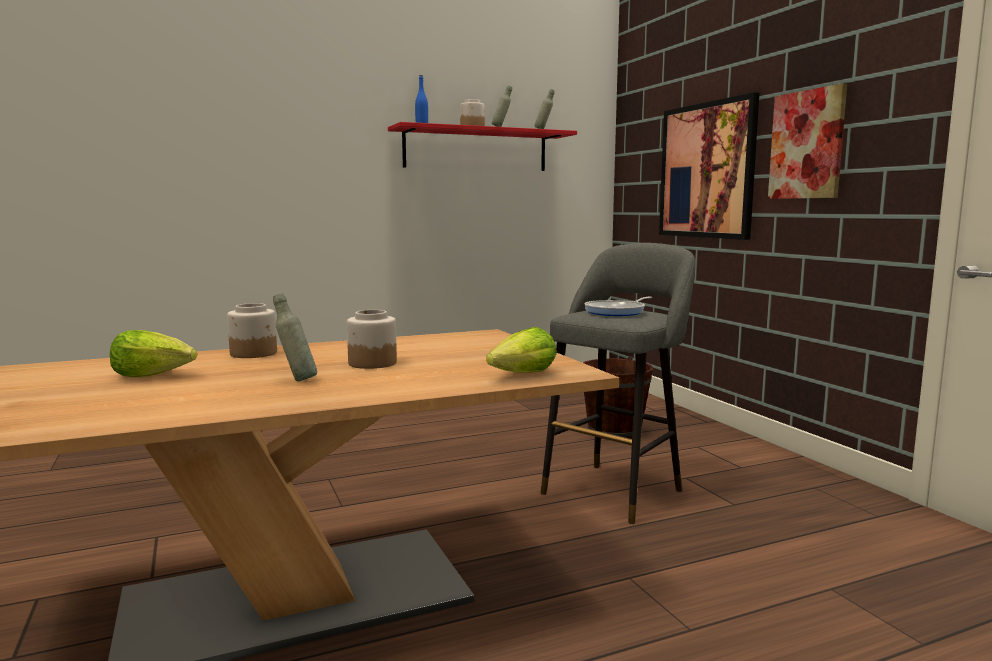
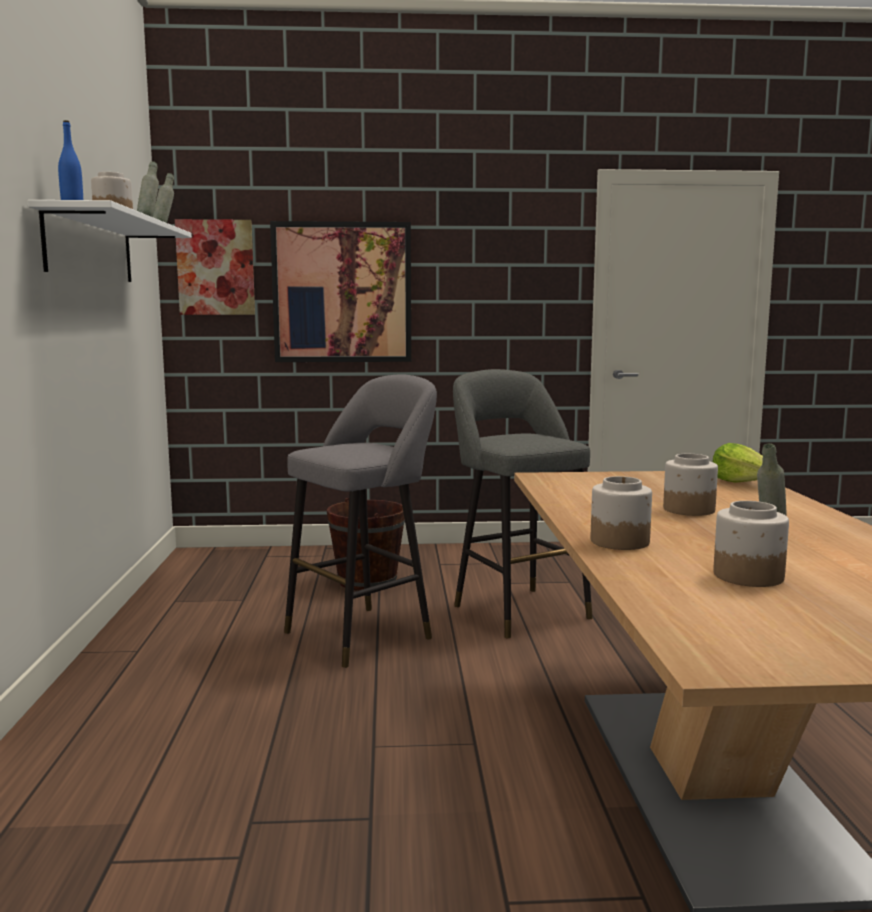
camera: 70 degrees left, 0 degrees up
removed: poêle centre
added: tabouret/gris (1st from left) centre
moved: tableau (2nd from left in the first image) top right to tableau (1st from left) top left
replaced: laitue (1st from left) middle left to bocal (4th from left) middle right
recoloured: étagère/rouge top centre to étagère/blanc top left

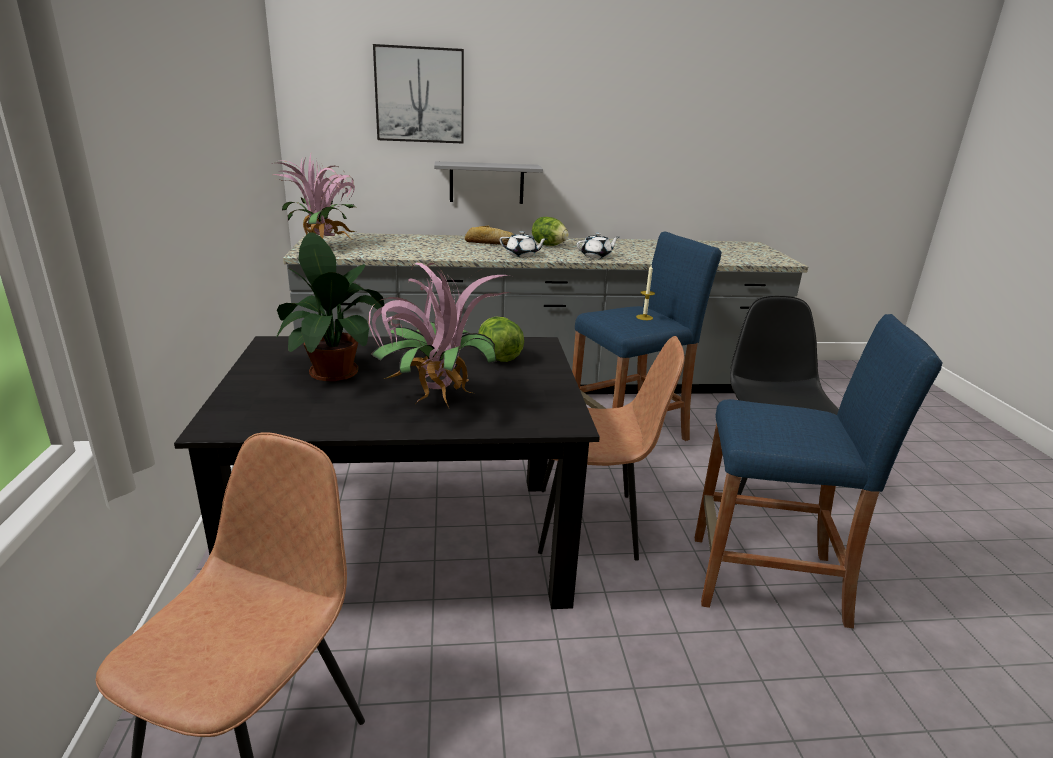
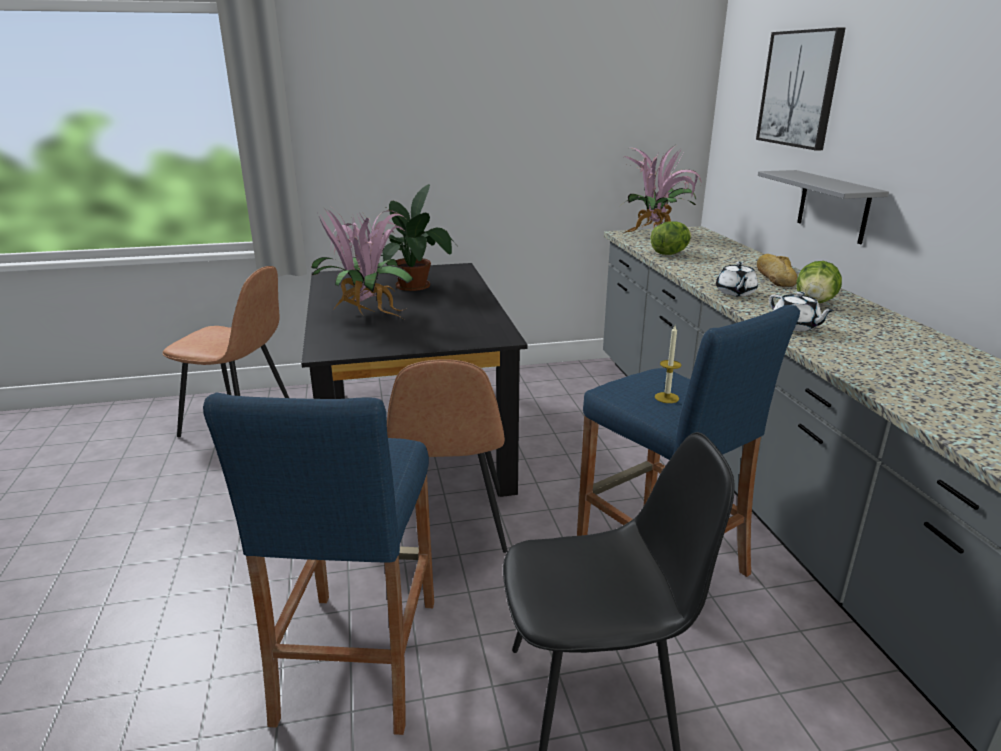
camera: 85 degrees right, 0 degrees up
moved: laitue (1st from left) centre to top right

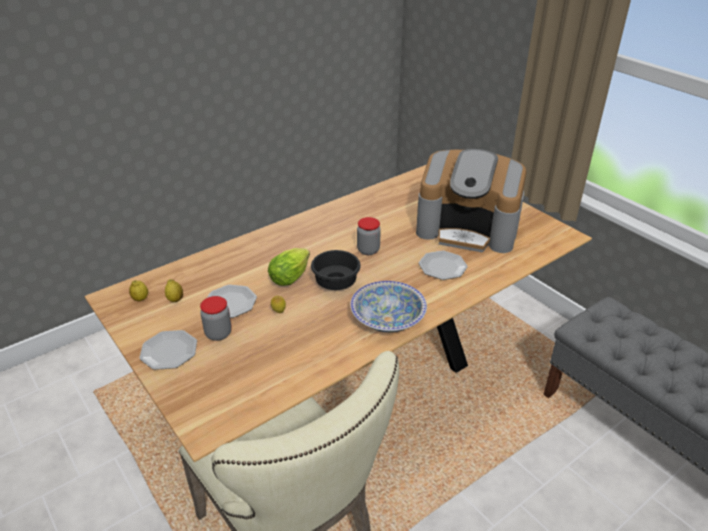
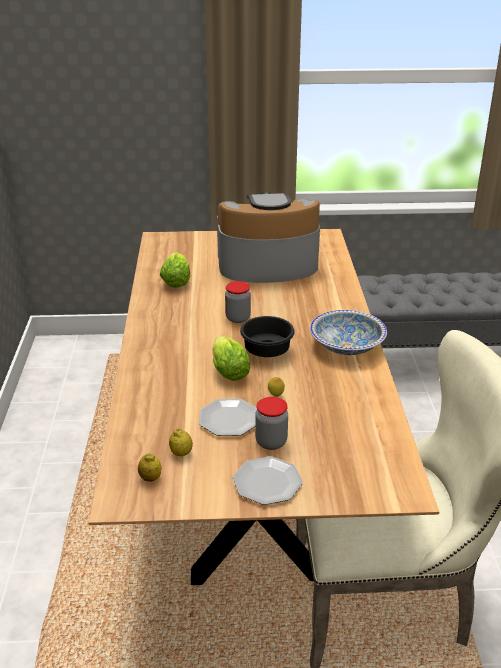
camera: 55 degrees left, 5 degrees down
removed: assiette (3rd from left) centre
added: laitue (1st from left) centre
turned: machine à café centre = centre 150 degrees counterclockwise

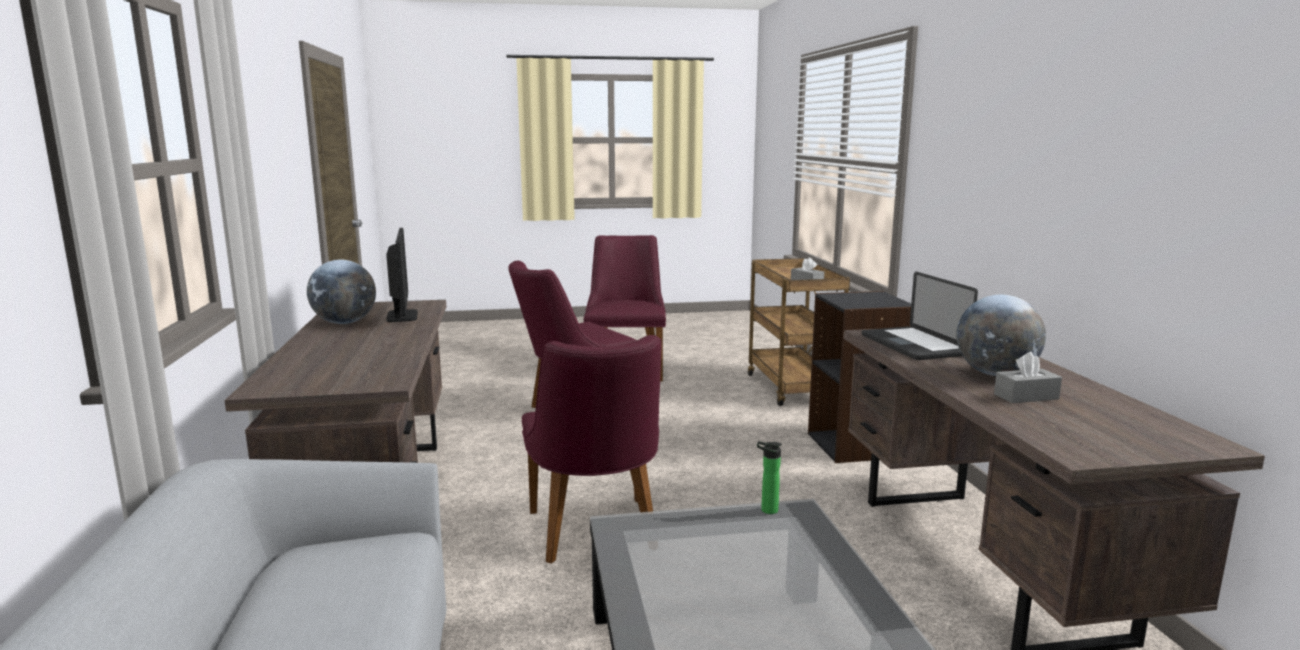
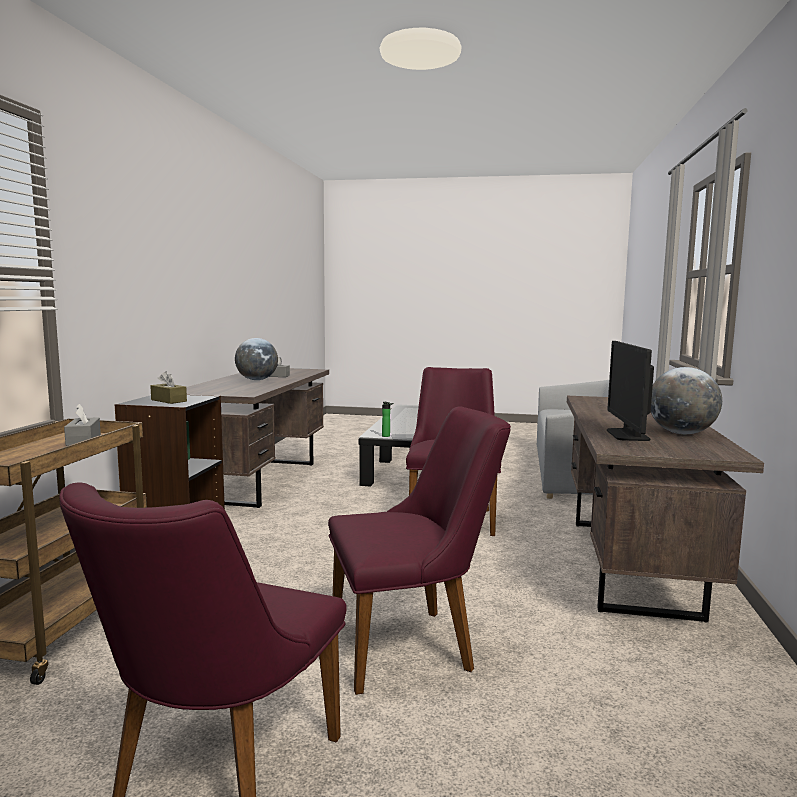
camera: 160 degrees left, 5 degrees down
removed: ordinateur portable middle right
added: boîte à mouchoirs/marron middle left

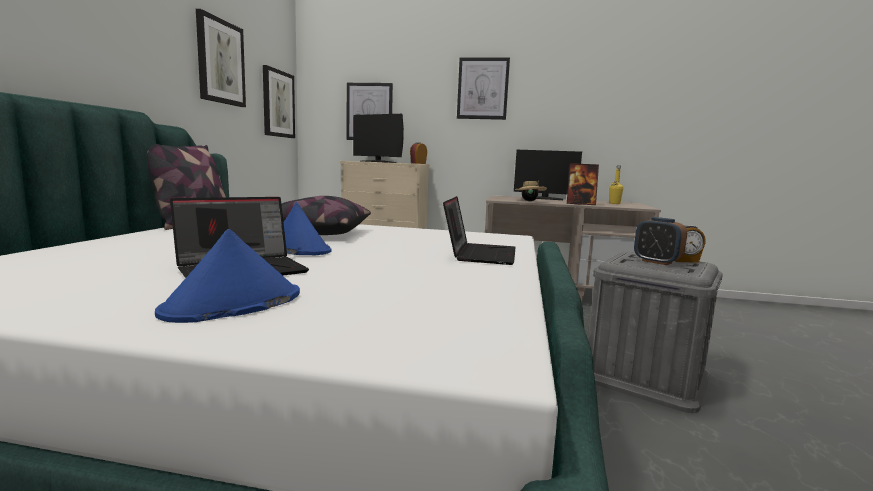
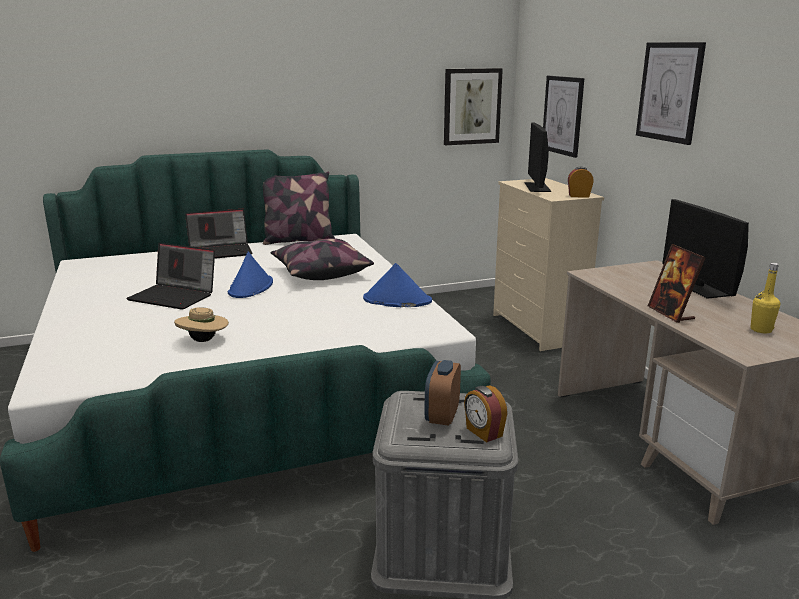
camera: 60 degrees right, 10 degrees up
removed: tableau (1st from left) top left
moved: chapeau/bleu (1st from left in the first image) middle left to chapeau/bleu (2nd from left) centre; ordinateur portable (2nd from left) centre to middle left; chapeau/beige centre to middle left

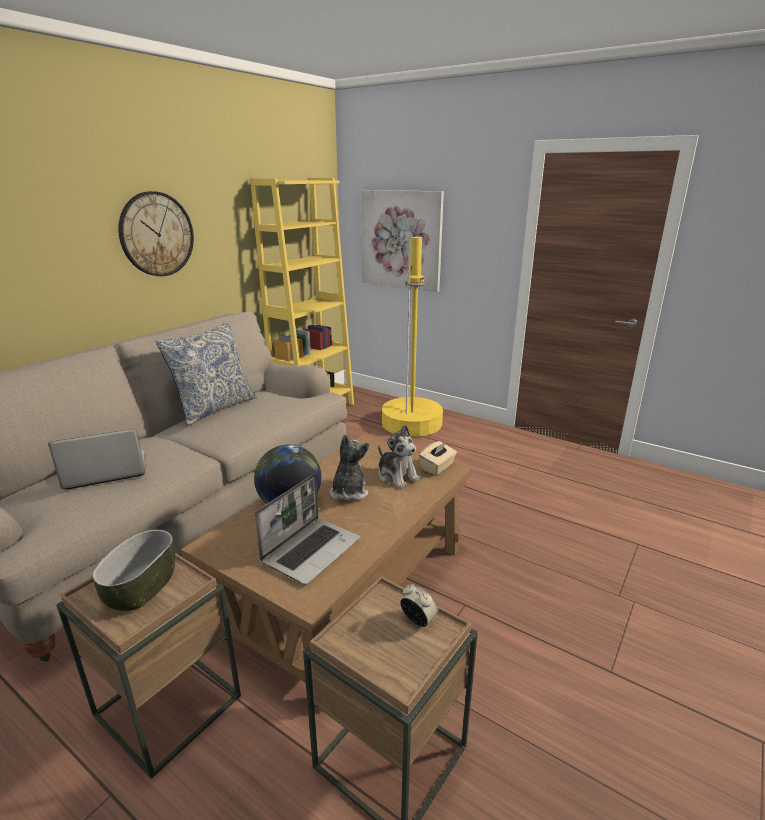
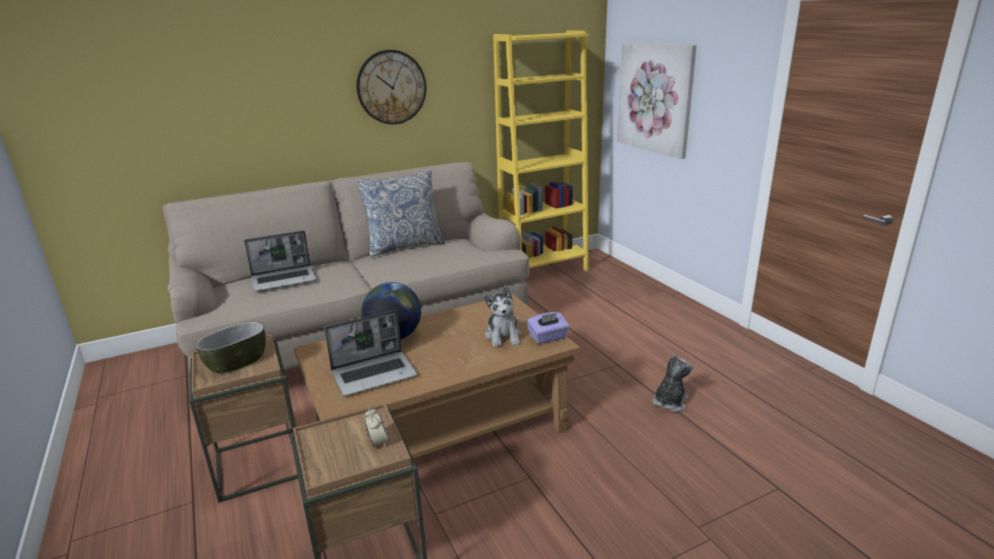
camera: 30 degrees right, 0 degrees up
removed: lampadaire/jaune centre
moved: peluche (1st from left in the first image) centre to peluche (2nd from left) bottom right
recoloured: boîte à mouchoirs/beige centre to boîte à mouchoirs/violet centre
turned: ordinateur portable (1st from left) middle left = middle left 150 degrees clockwise

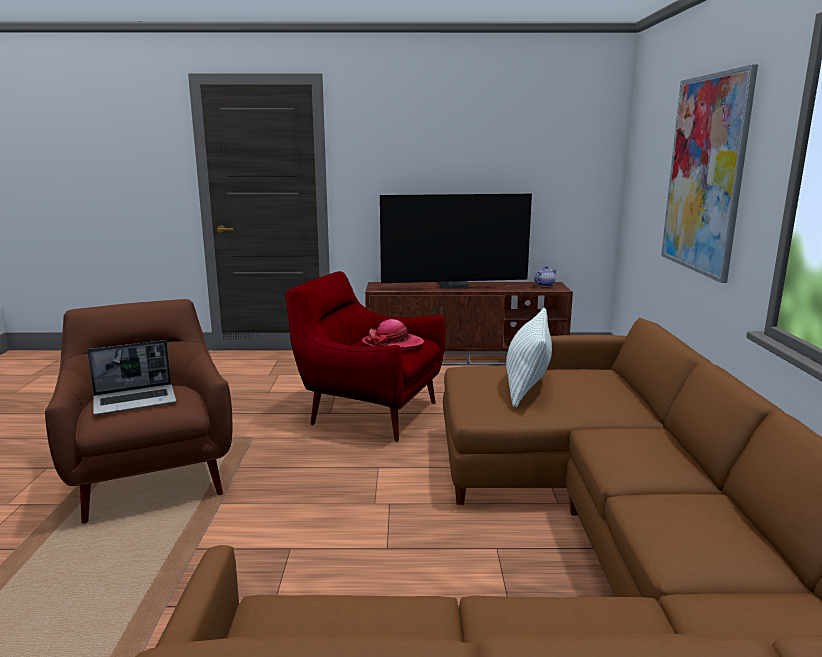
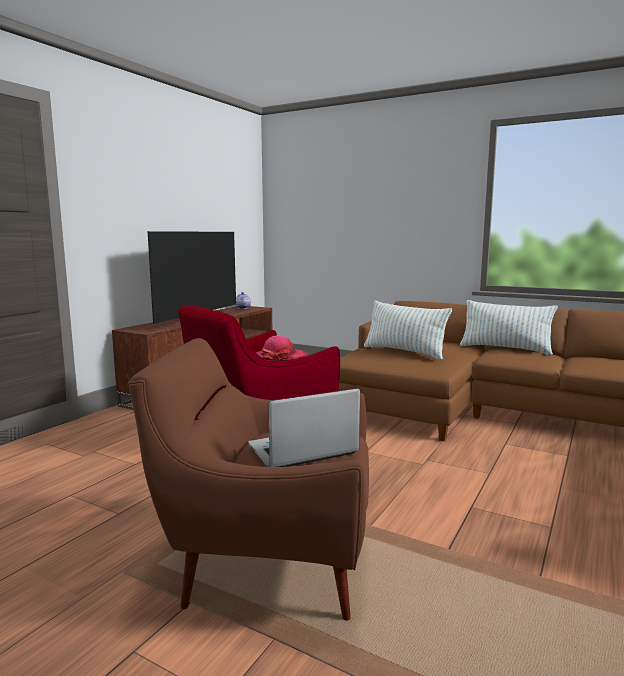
camera: 60 degrees left, 5 degrees down
removed: tableau top right
added: coussin (2nd from left) middle right
turned: ordinateur portable middle left = centre 120 degrees counterclockwise

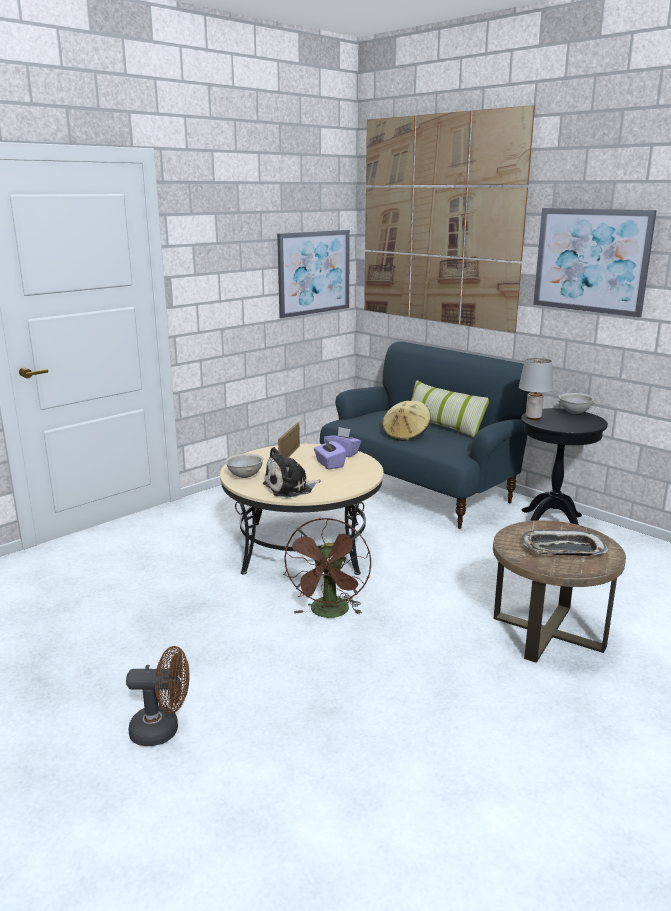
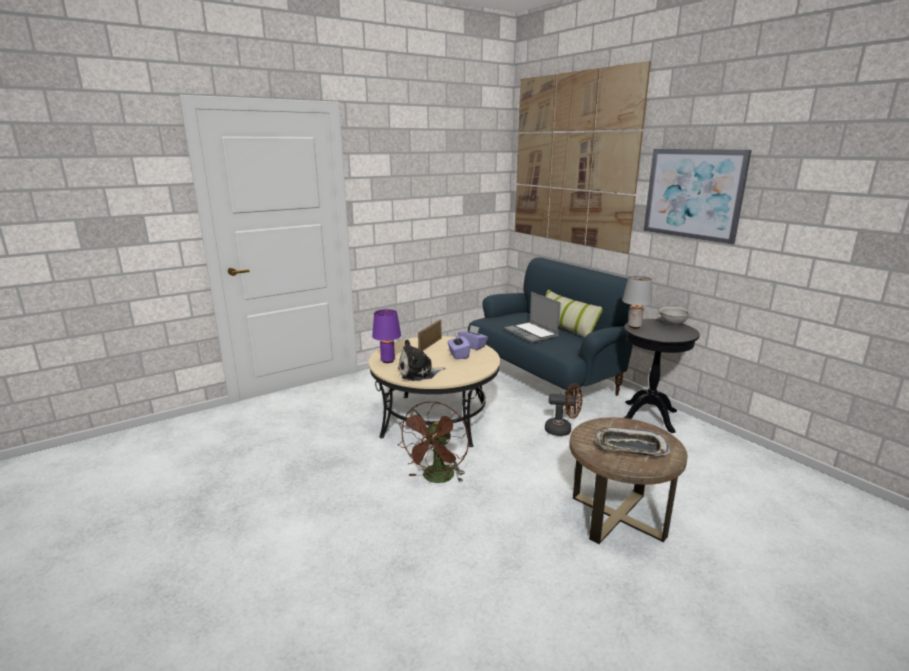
camera: 10 degrees right, 0 degrees up
removed: tableau (1st from left) top centre
moved: ventilateur/marron (1st from left in the first image) bottom left to ventilateur/marron (2nd from left) centre
replaced: bol/gris (1st from left) centre to lampe de table/violet centre; chapeau/beige centre to ordinateur portable centre

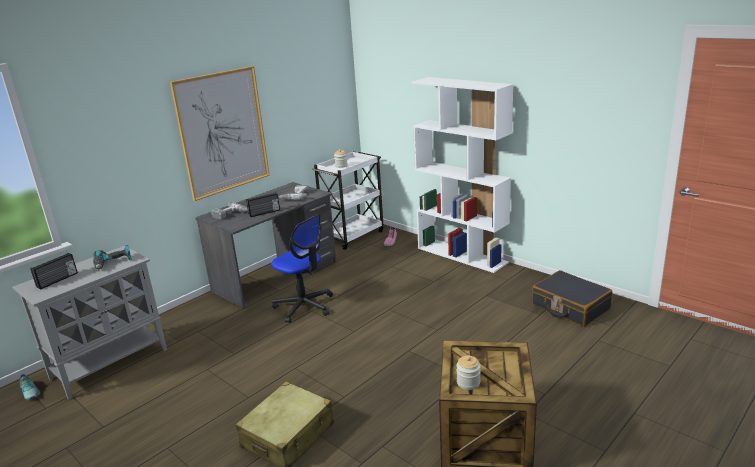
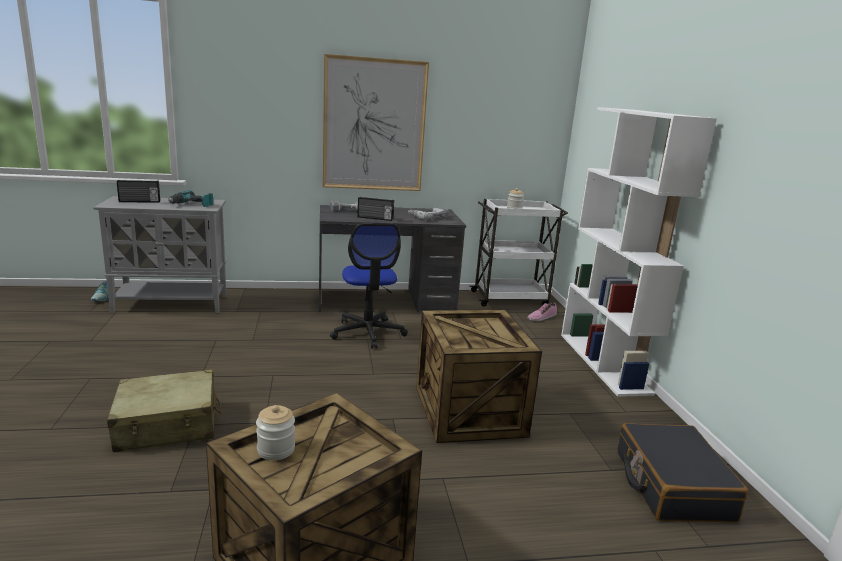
camera: 35 degrees right, 5 degrees down
added: caisse (2nd from left) bottom centre

